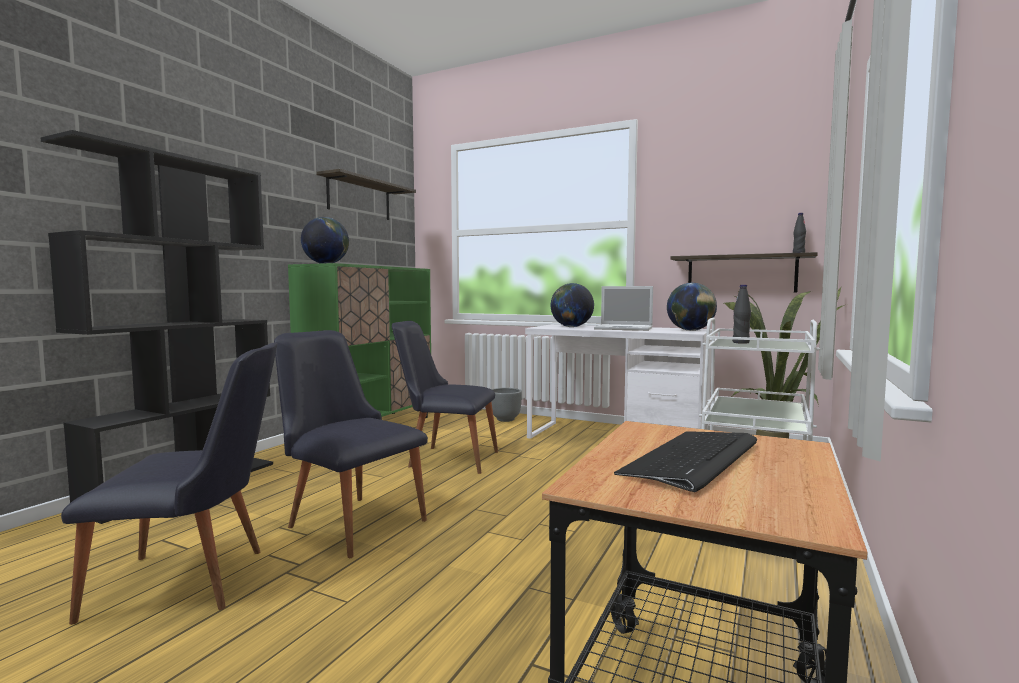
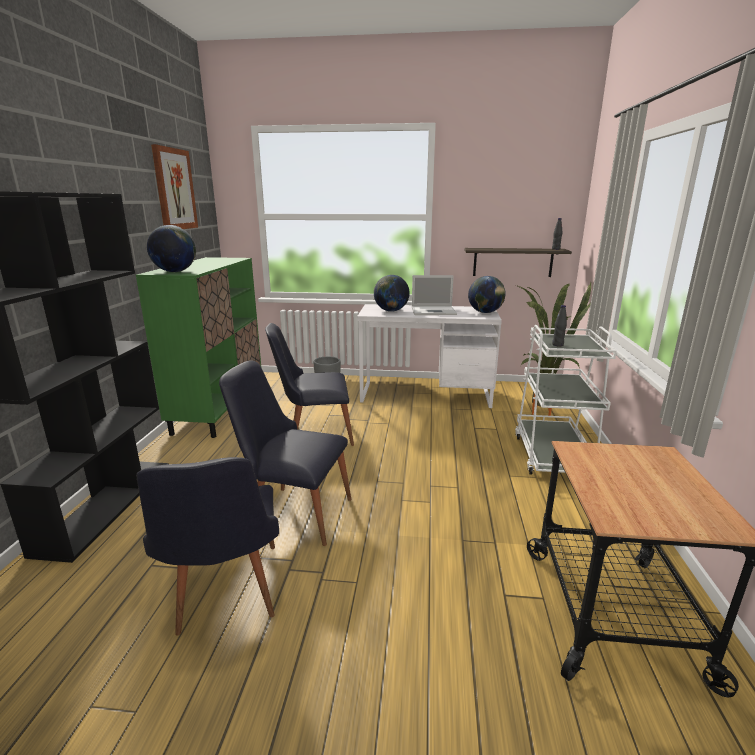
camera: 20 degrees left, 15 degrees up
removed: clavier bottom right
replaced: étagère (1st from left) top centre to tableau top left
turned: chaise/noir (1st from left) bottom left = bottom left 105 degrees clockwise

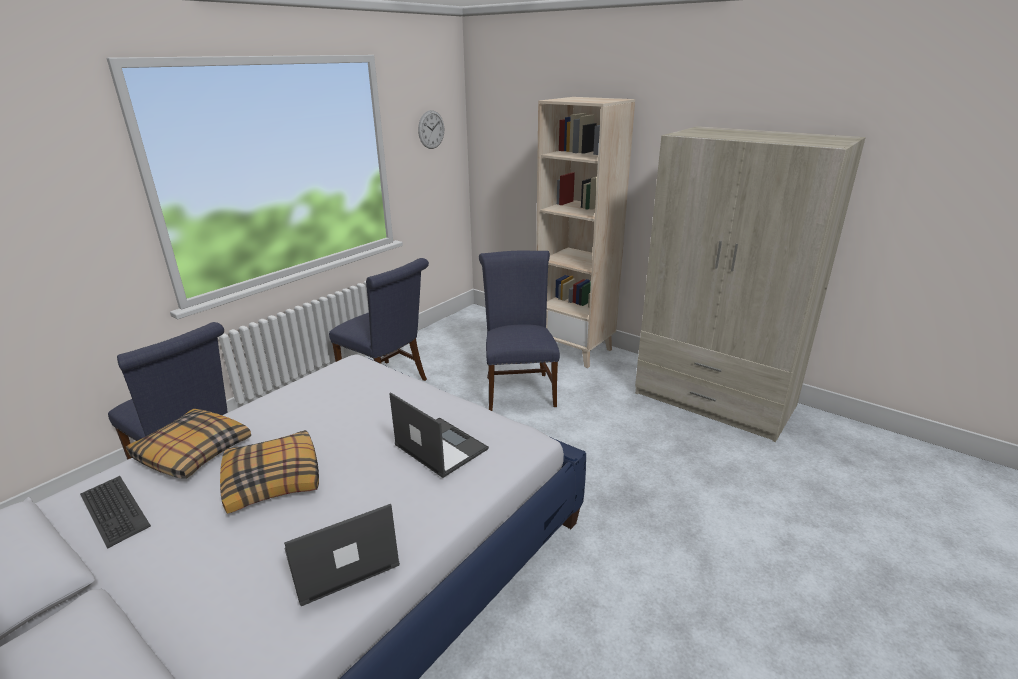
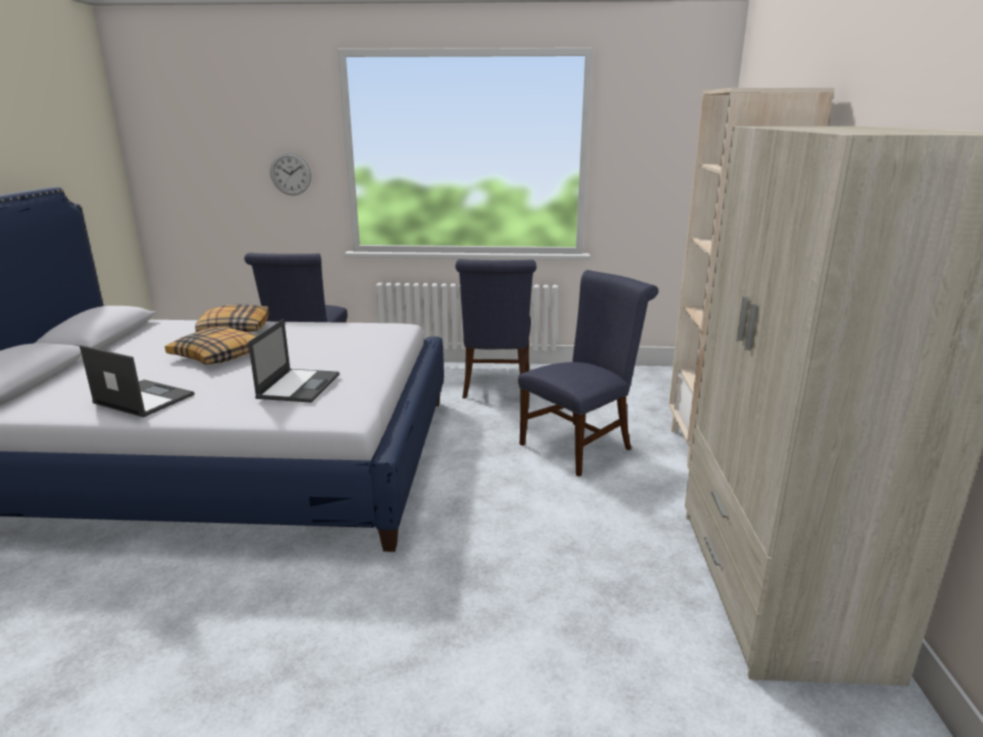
camera: 55 degrees right, 5 degrees down
removed: clavier bottom left
moved: horloge murale top centre to top left

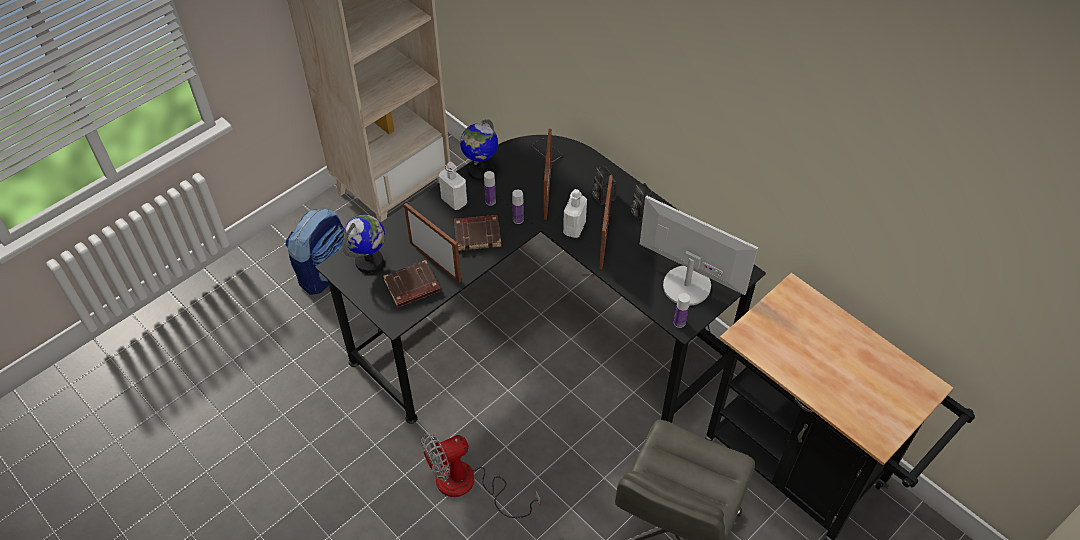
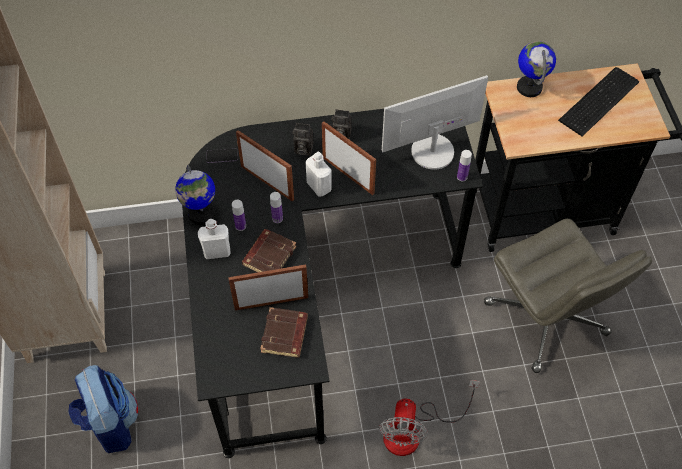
camera: 55 degrees left, 5 degrees up
added: clavier top right
moved: globe (1st from left in the first image) centre to globe (2nd from left) top right

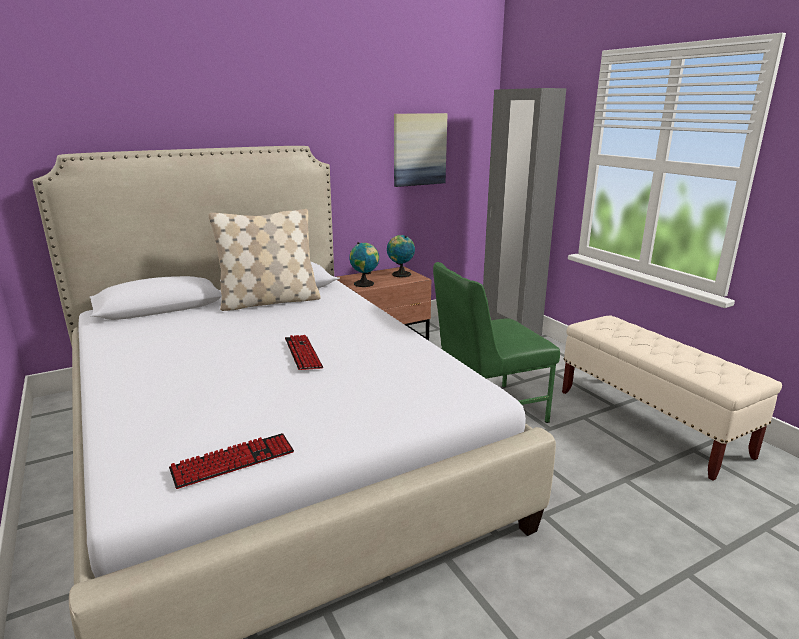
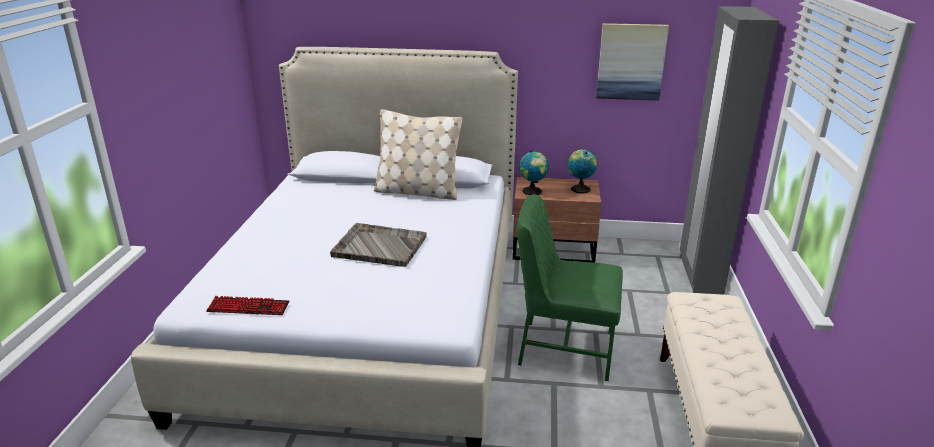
camera: 35 degrees right, 5 degrees up
replaced: clavier (2nd from left) centre to plateau/gris centre

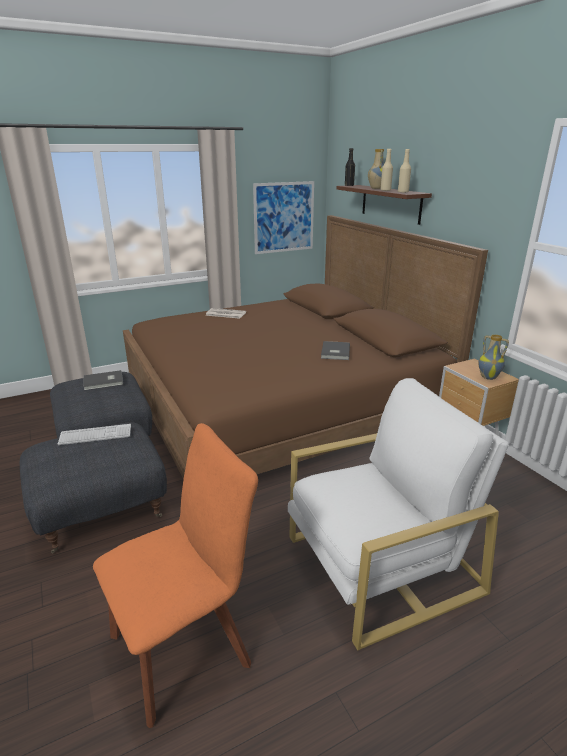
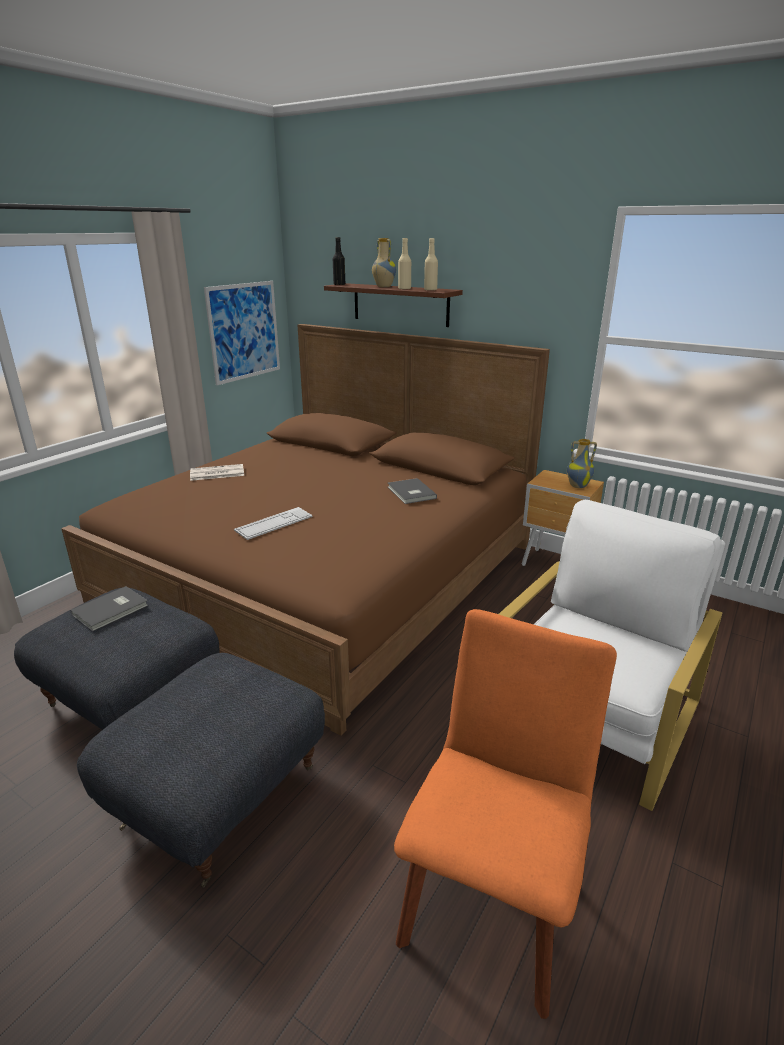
camera: 30 degrees left, 0 degrees up
moved: clavier middle left to centre

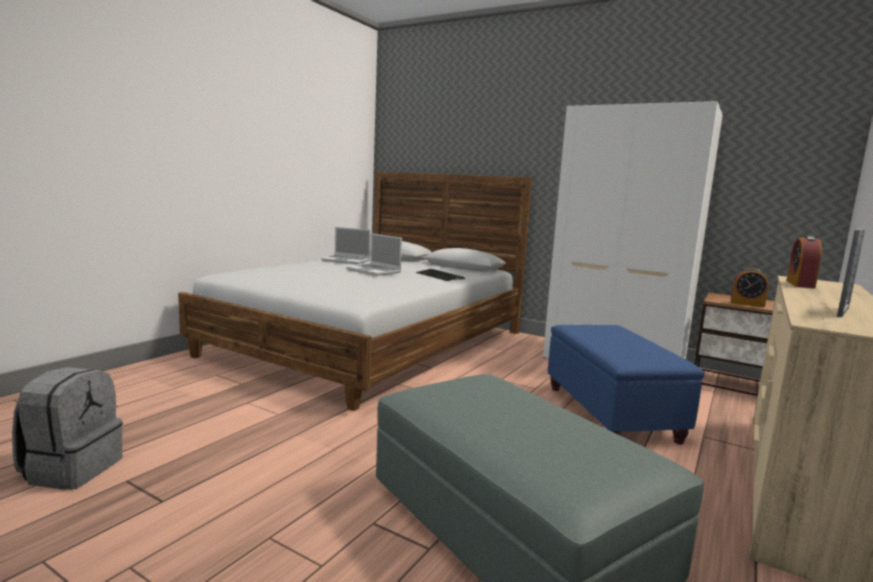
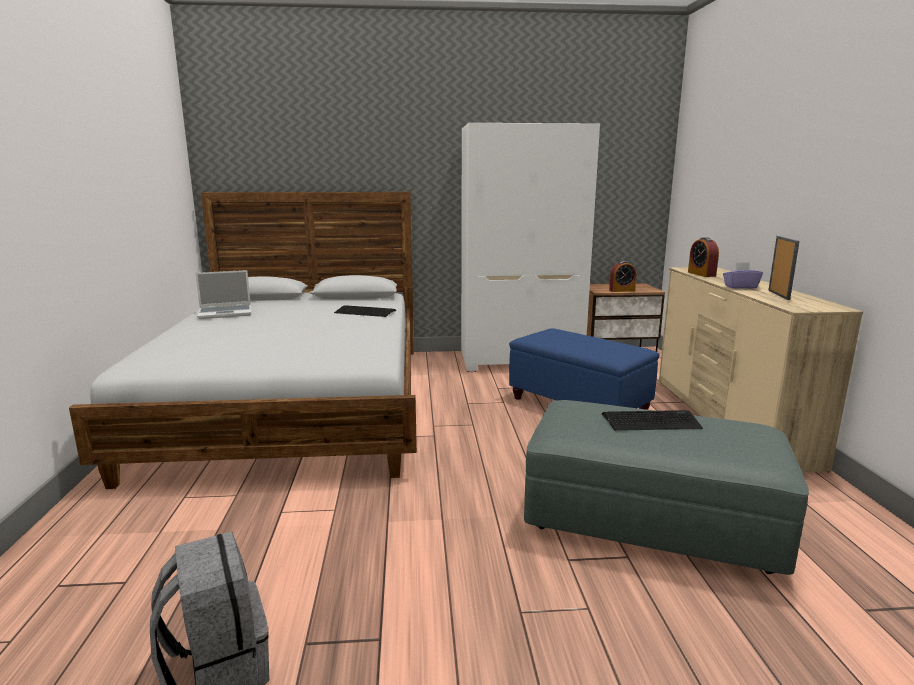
camera: 35 degrees left, 5 degrees up
removed: ordinateur portable (2nd from left) centre
added: clavier (2nd from left) middle right; boîte à mouchoirs/violet middle right

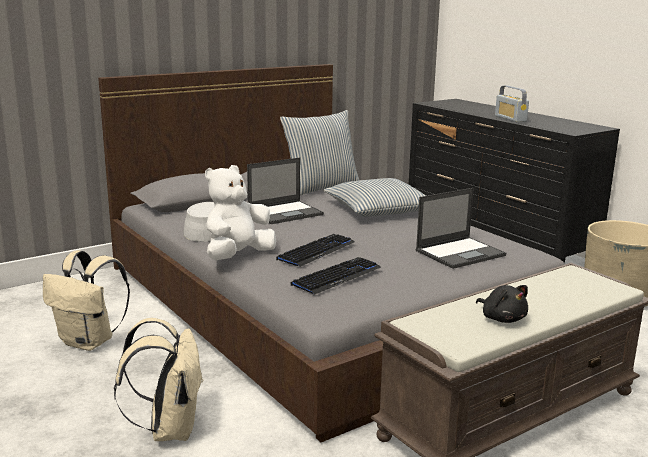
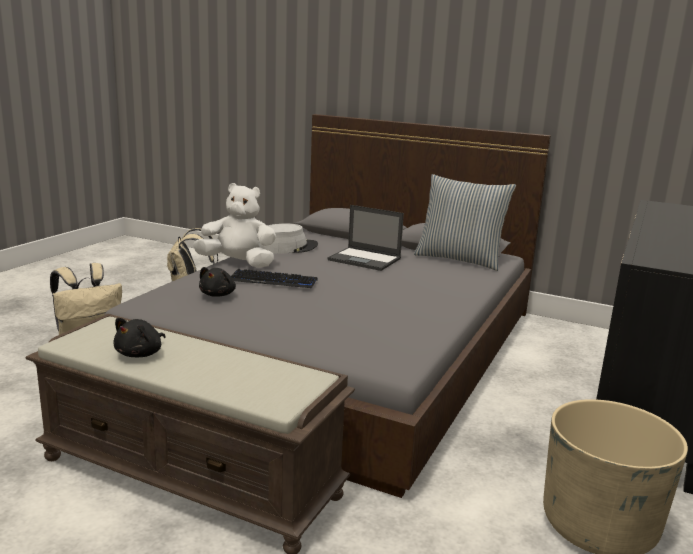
camera: 60 degrees right, 0 degrees up
removed: coussin (2nd from left) centre; ordinateur portable (2nd from left) middle right; radio top right
replaced: clavier (2nd from left) centre to peluche/noir (2nd from left) middle left

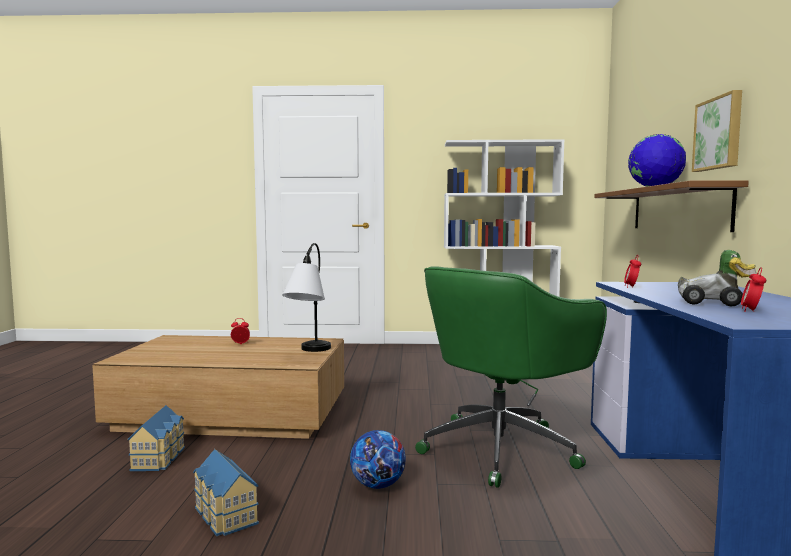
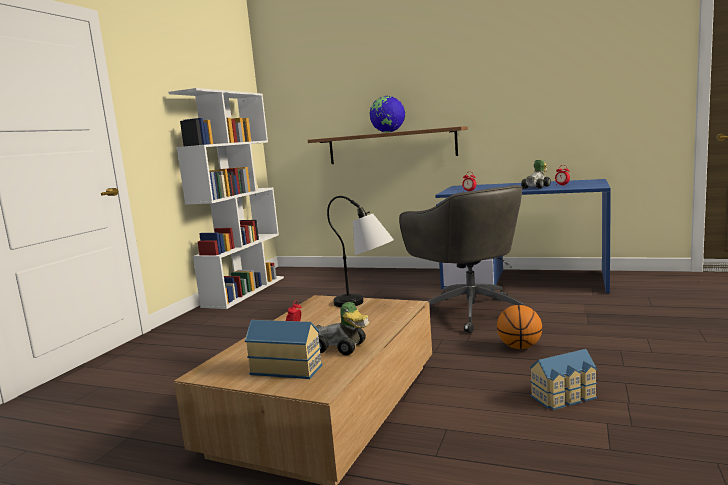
camera: 70 degrees left, 5 degrees up
removed: tableau top right
added: petite voiture (1st from left) bottom centre
moved: maison miniature (1st from left) bottom left to bottom centre
replaced: ballon de foot bottom centre to ballon de basket bottom right
recoloured: chaise de bureau/vert bottom centre to chaise de bureau/gris centre

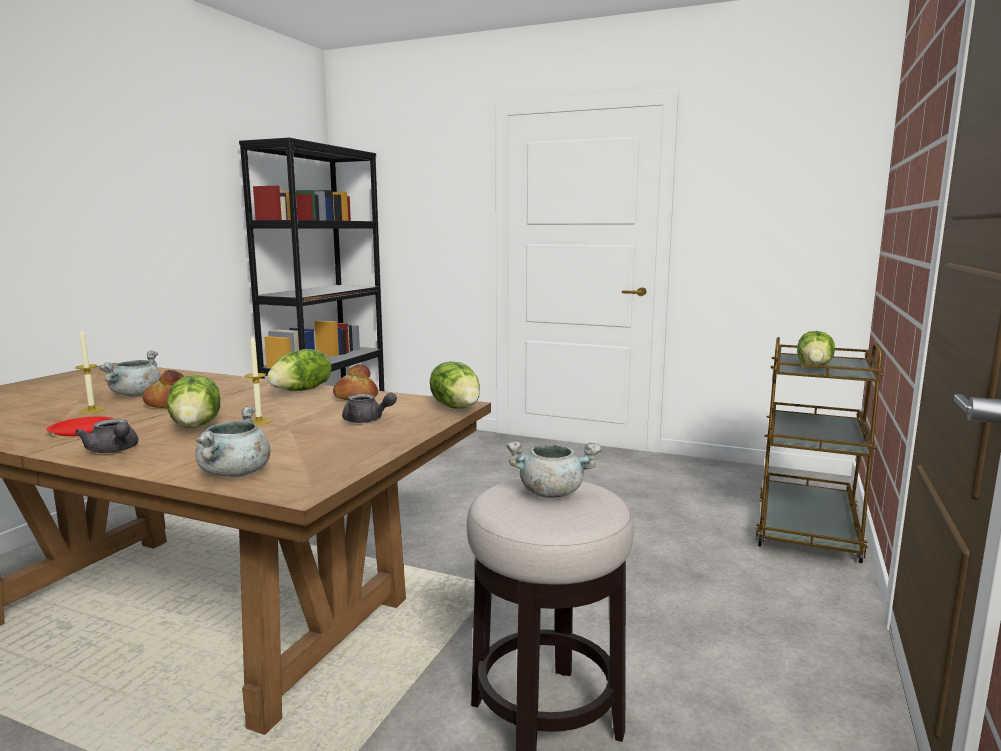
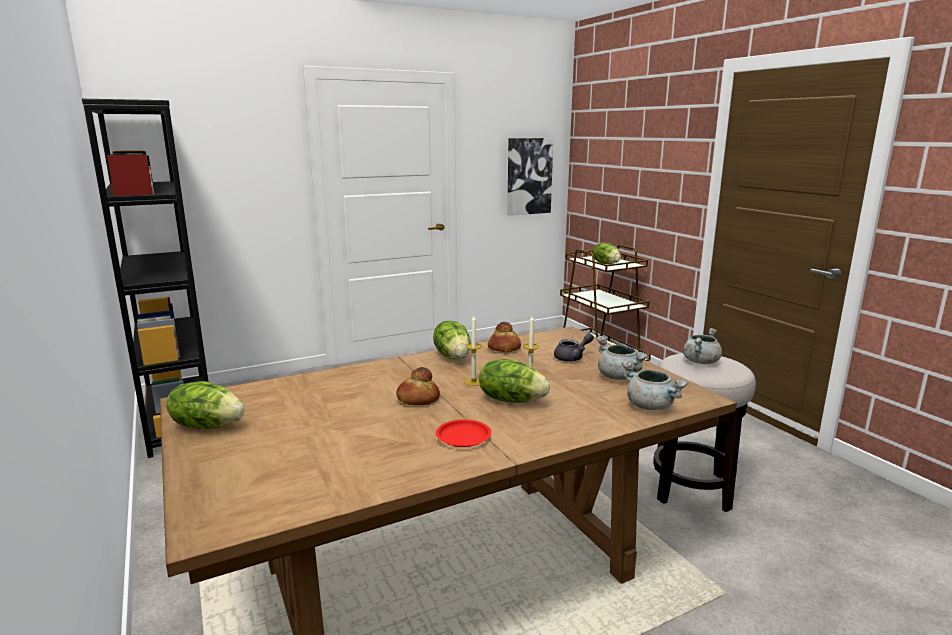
camera: 50 degrees left, 5 degrees up
removed: théière/gris (1st from left) middle left
added: tableau top centre
moved: bougie (1st from left) middle left to centre; marmite/gris (1st from left) middle left to centre; laitue (3rd from left in the first image) centre to laitue (1st from left) middle left

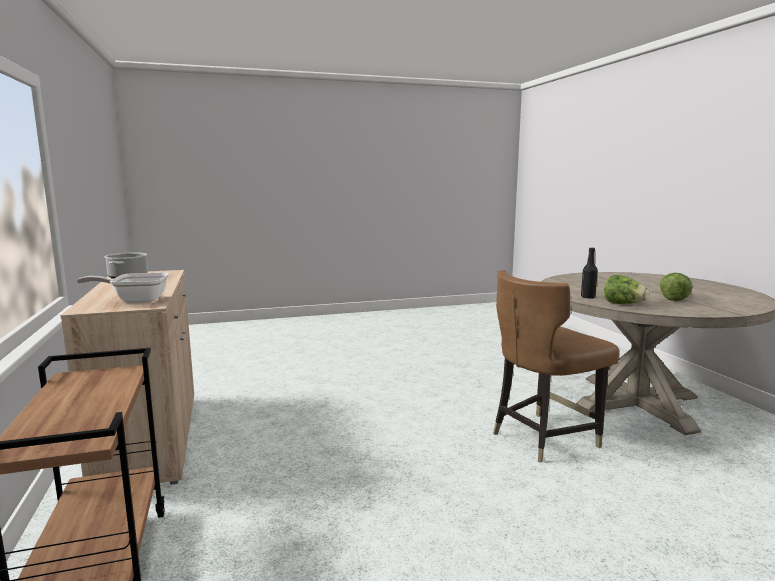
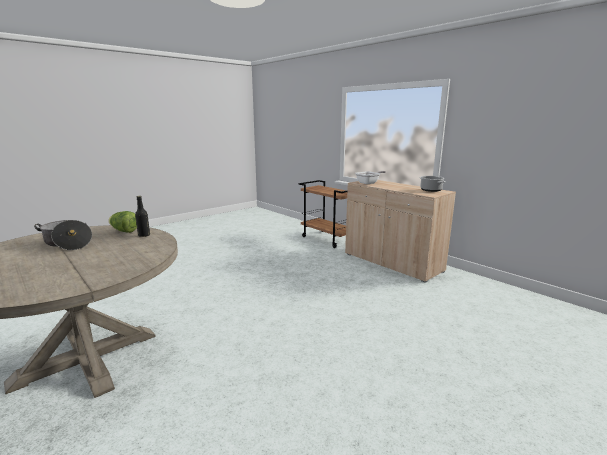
camera: 155 degrees right, 5 degrees up
removed: chaise/marron middle right
replaced: laitue (2nd from left) middle right to marmite (1st from left) middle left

